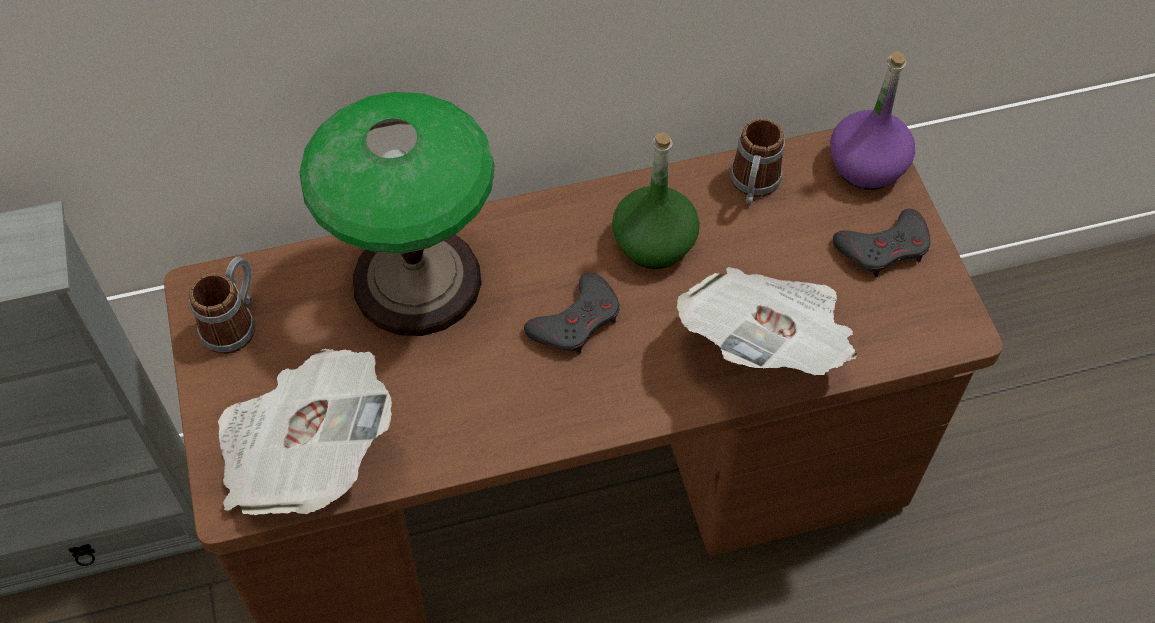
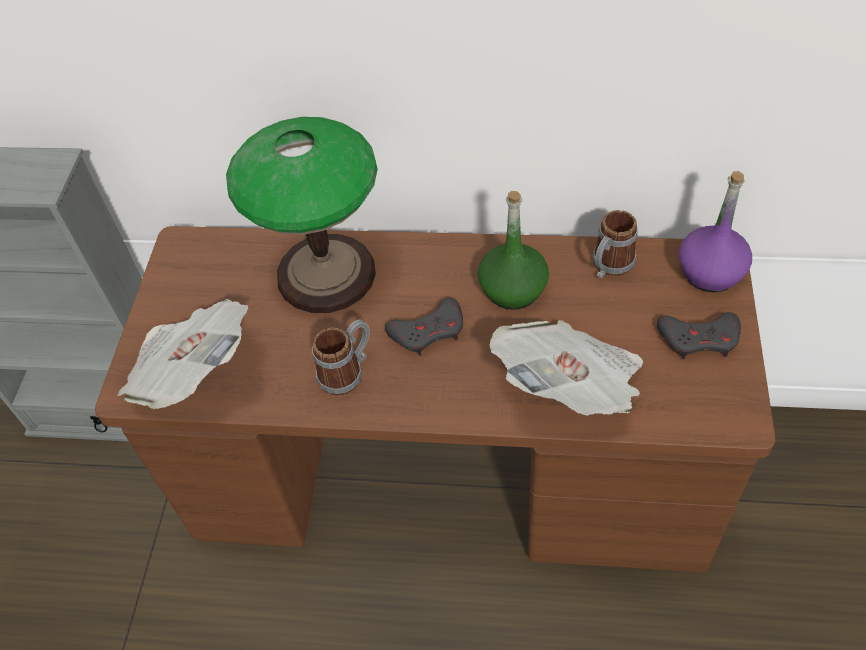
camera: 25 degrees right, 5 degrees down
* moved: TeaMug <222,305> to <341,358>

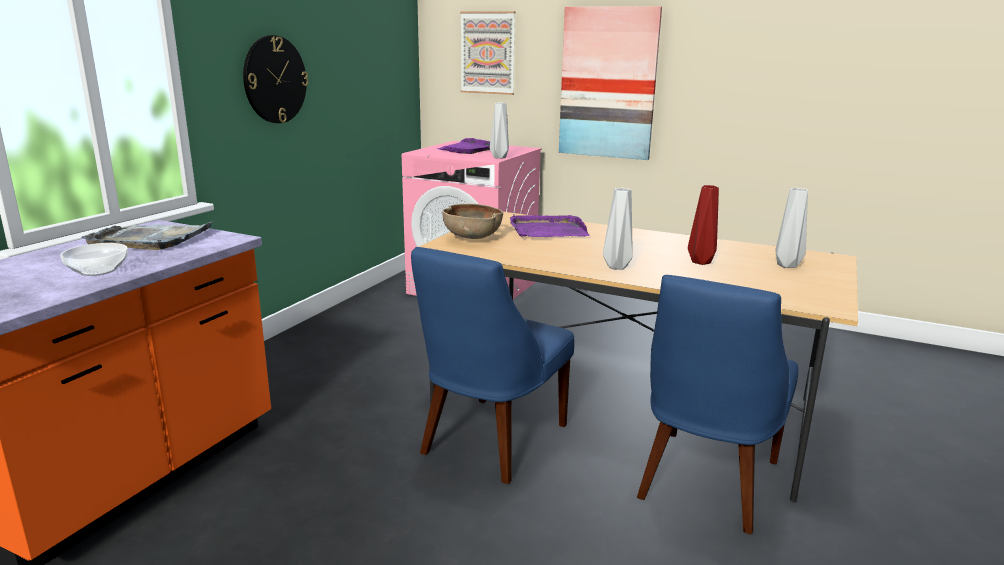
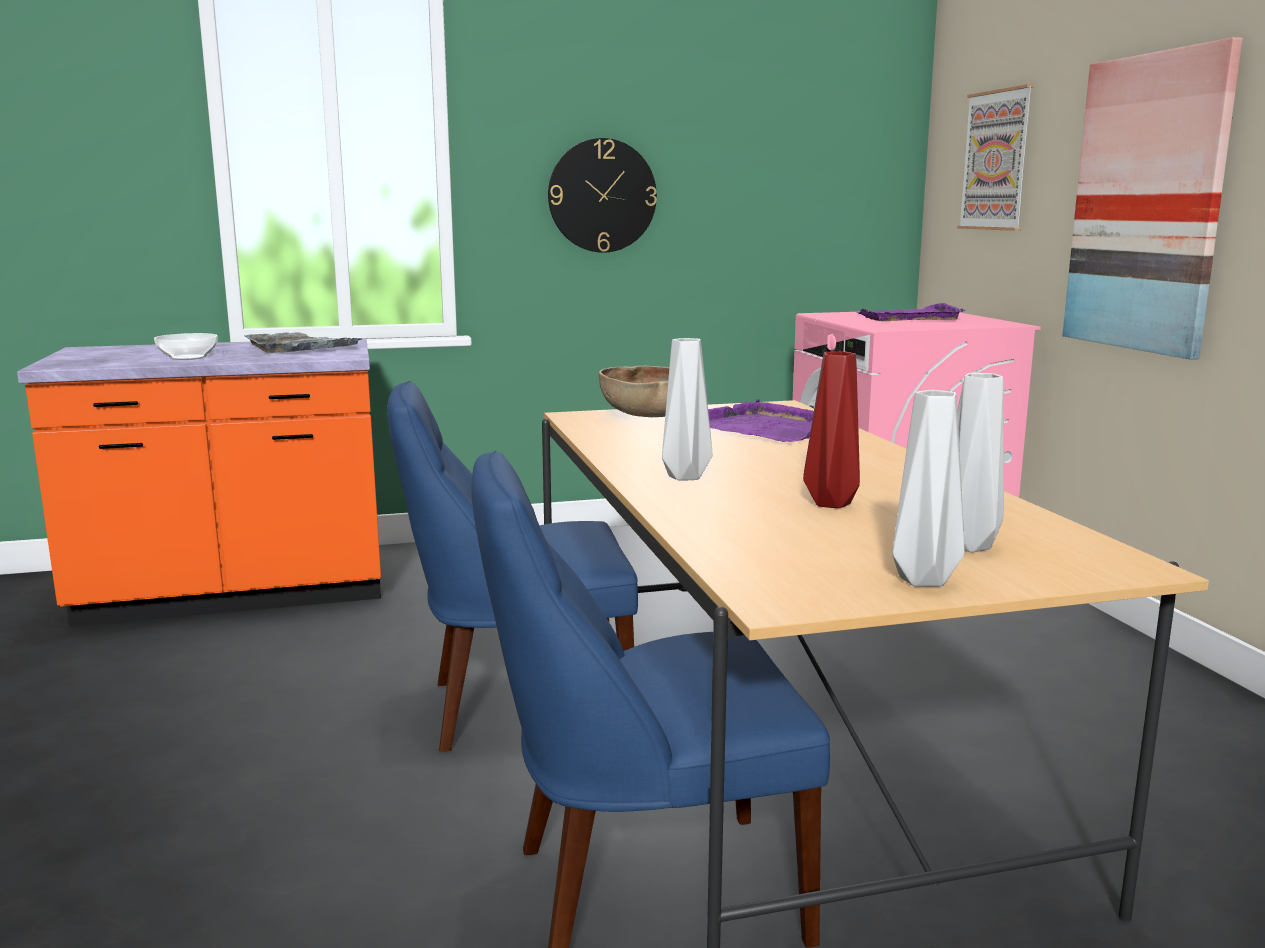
camera: 50 degrees right, 5 degrees down
* moved: GreyVase <499,131> to <928,488>

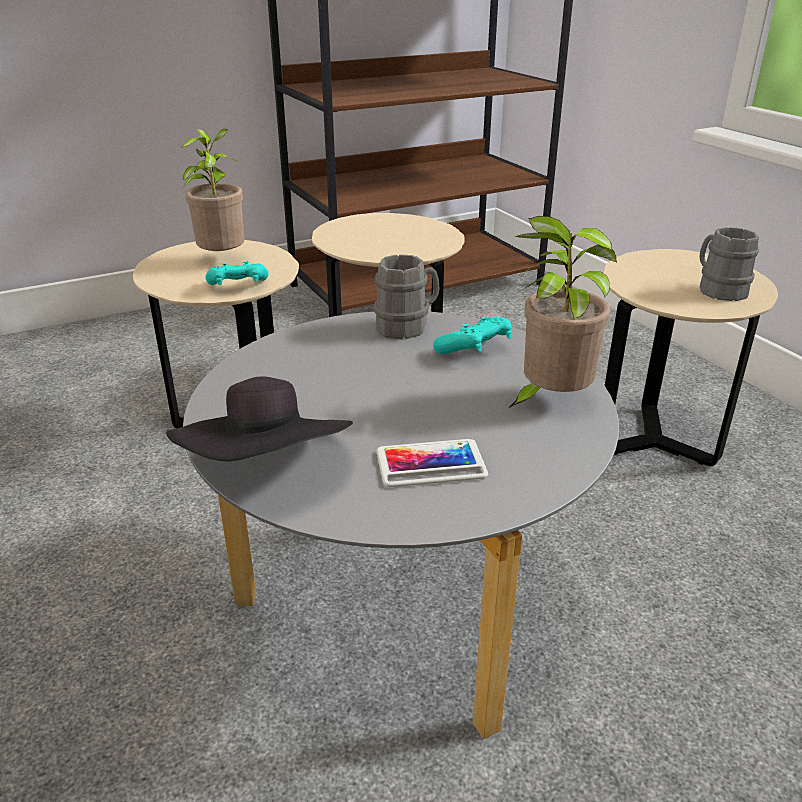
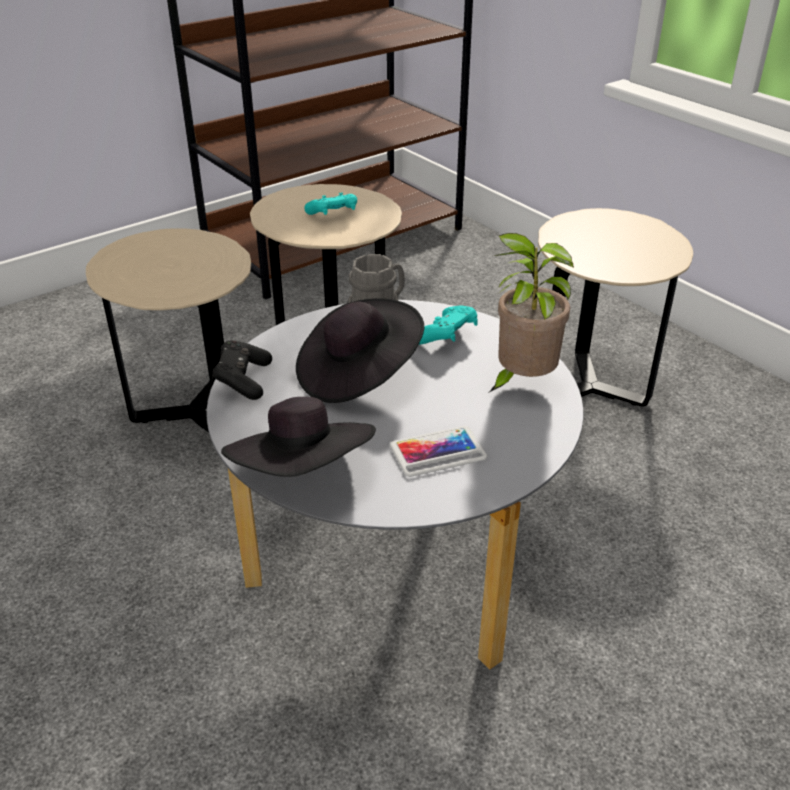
camera: 10 degrees left, 5 degrees up
* added: BlackishJoypad <242,370>
* added: BlackishClothingHat <360,350>
* moved: TurquoiseColouredJoypad <237,273> to <330,204>
* removed: PlantInAPot <212,190>
* removed: GreyTeaMug <729,264>

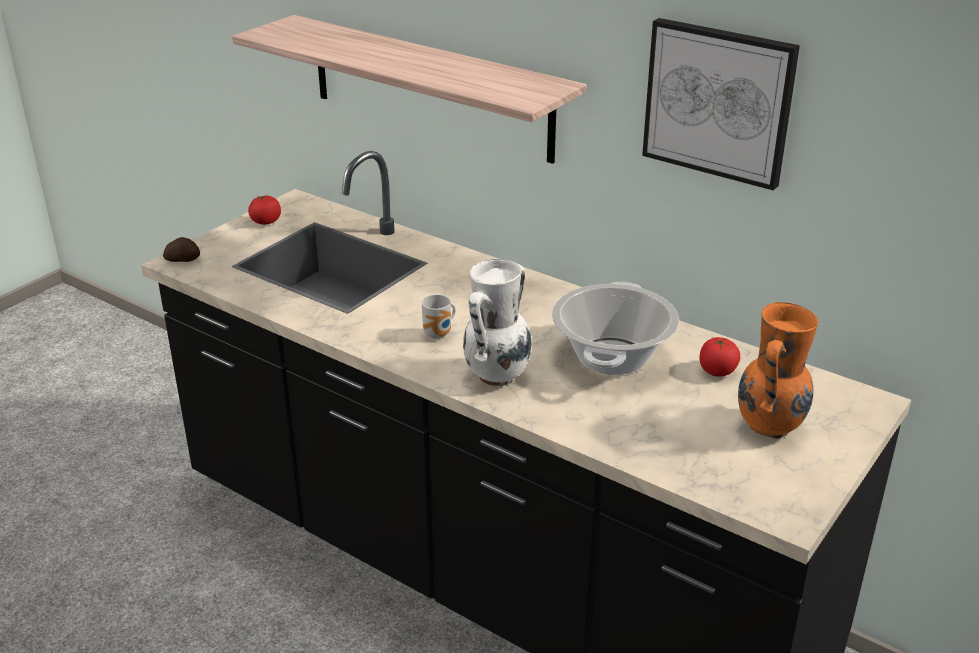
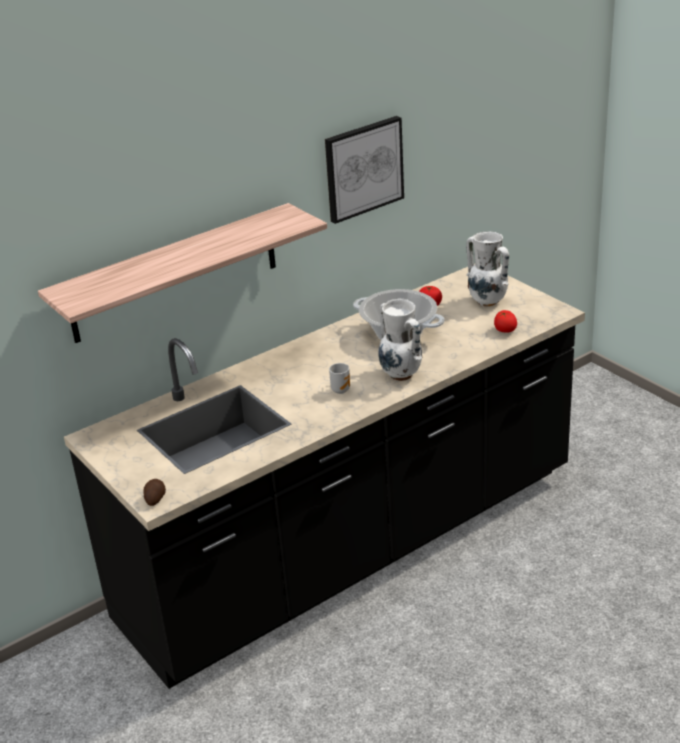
camera: 70 degrees left, 0 degrees up
* recoloured: OrangeColouredVase <778,370> to WhitishVase <487,269>
* moved: FreshTomato <264,210> to <505,321>

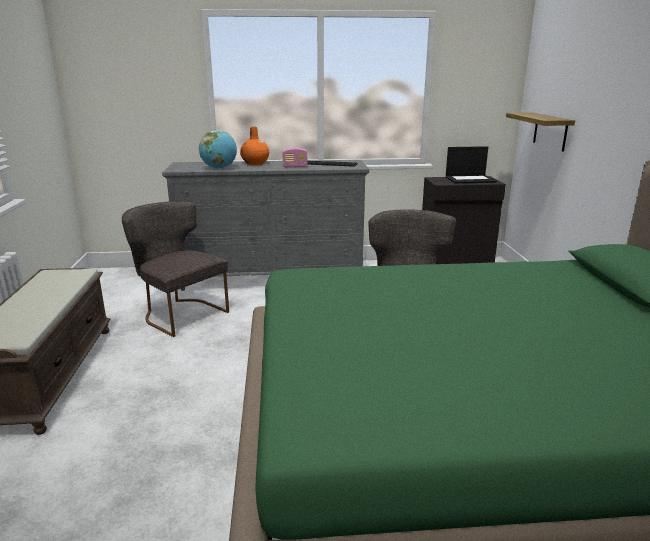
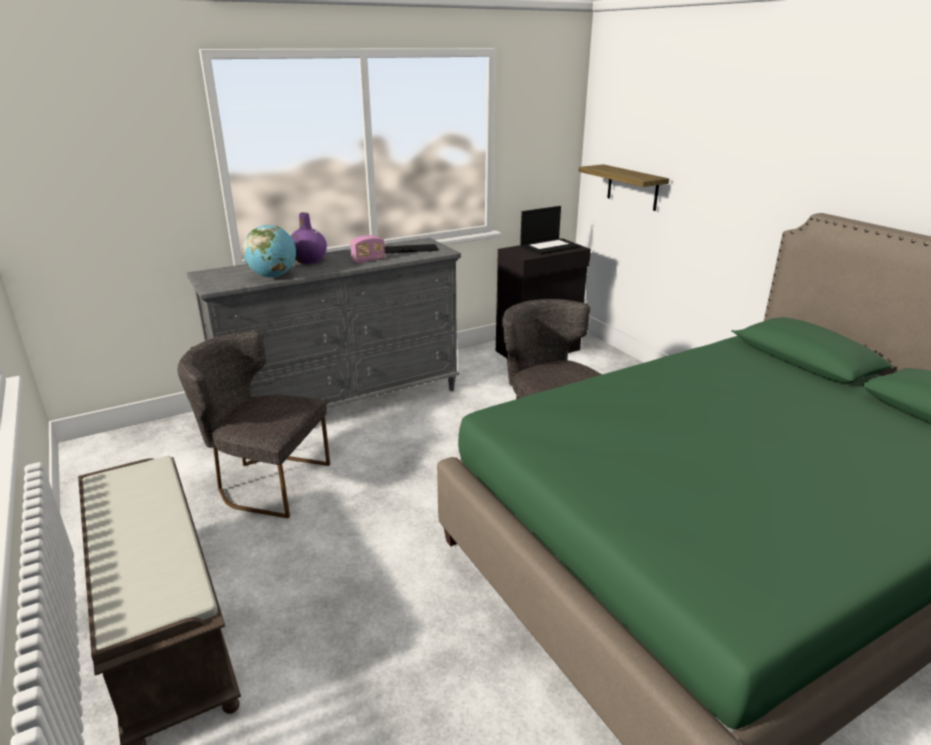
camera: 25 degrees left, 5 degrees up
* recoloured: OrangeColouredVase <254,146> to PurplishVase <309,238>

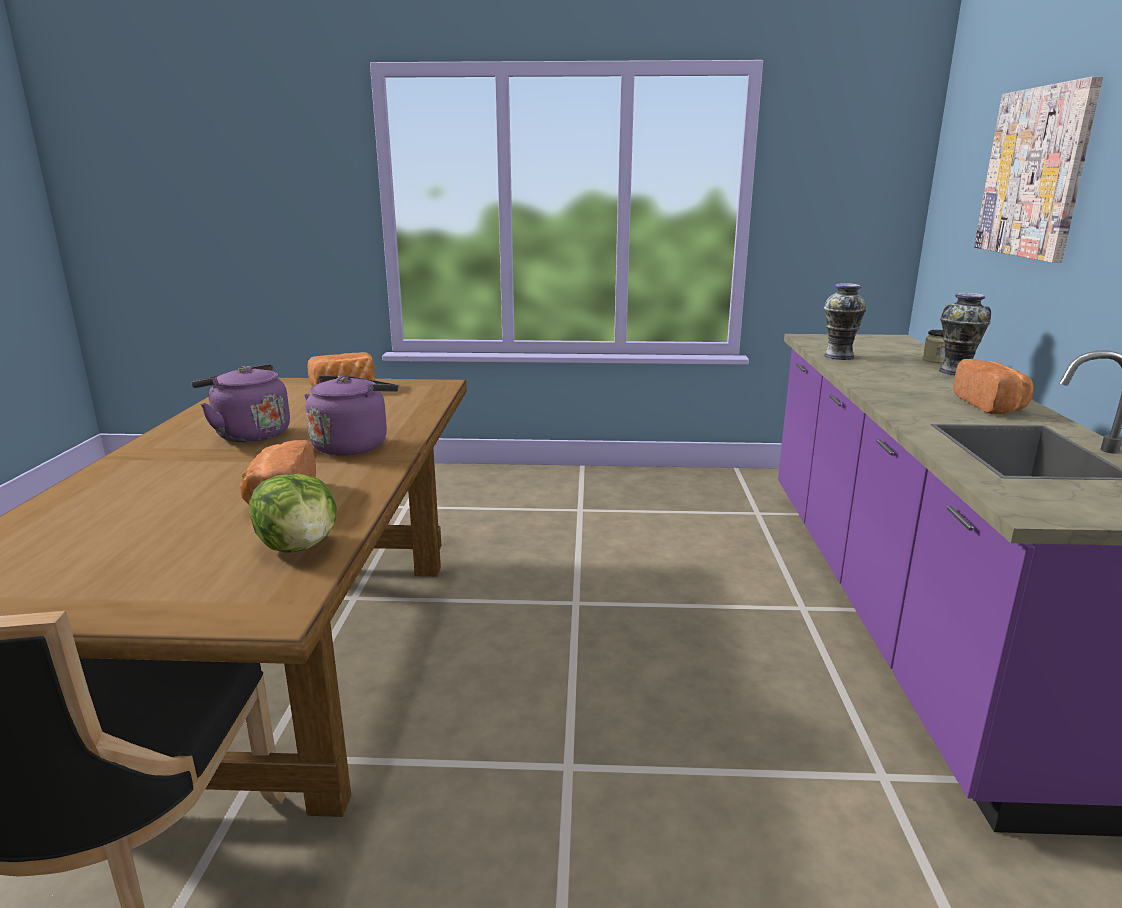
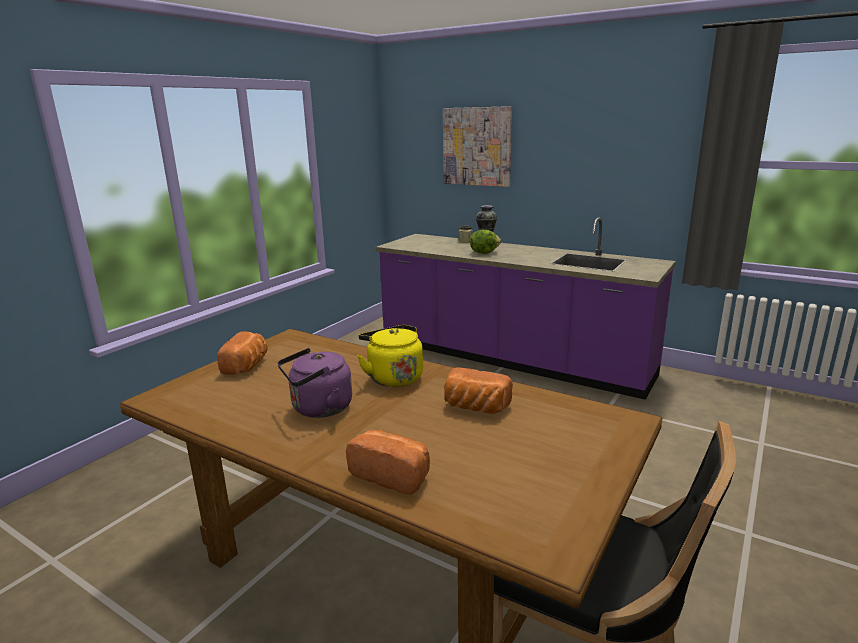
camera: 60 degrees left, 0 degrees up
* moved: BakedBread <993,386> to <388,462>
* recoloured: PurplishWaterKettle <351,415> to YellowColouredWaterKettle <390,356>
* moved: Lettuce <293,513> to <485,241>
* removed: Vase <845,321>

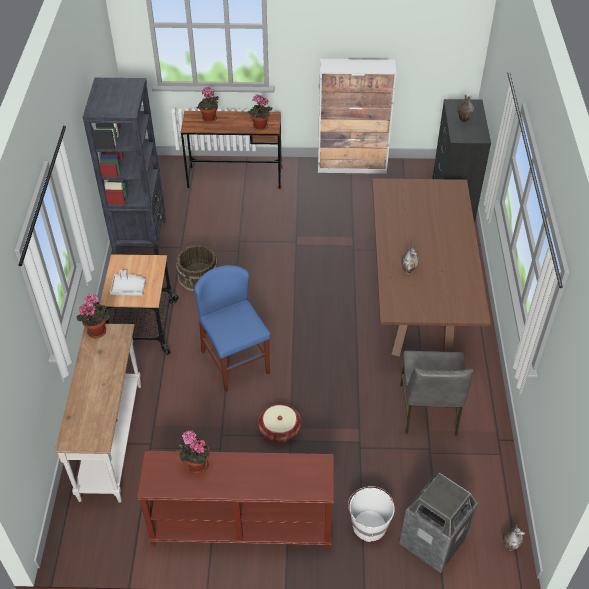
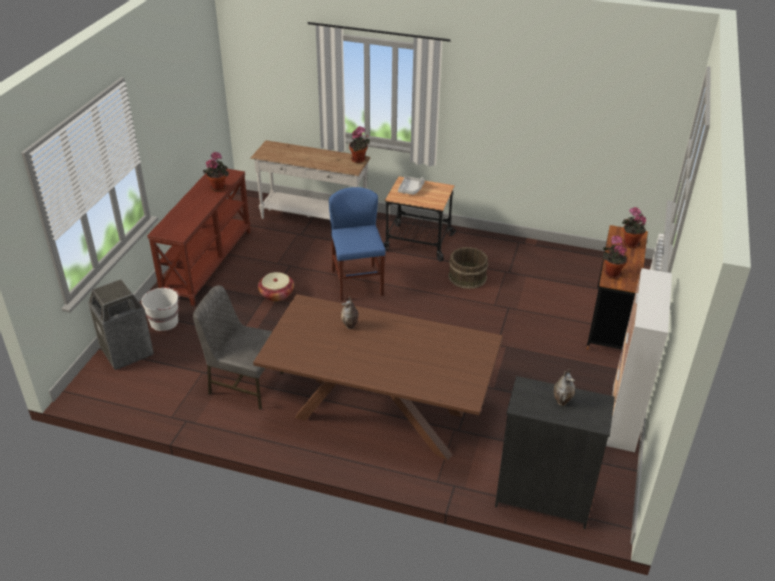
camera: 105 degrees right, 10 degrees down
* turned: BlueColouredUprightChair <232,328> = <357,244> 90 degrees counterclockwise
* removed: BlackishBookcase <124,166>
* removed: Vase <514,537>

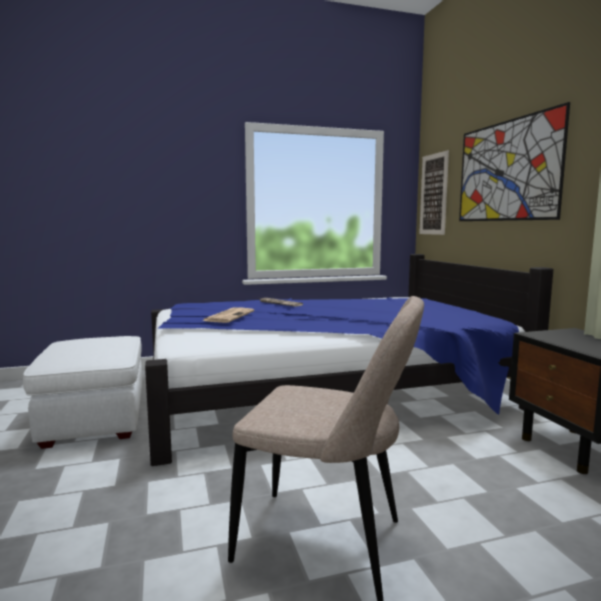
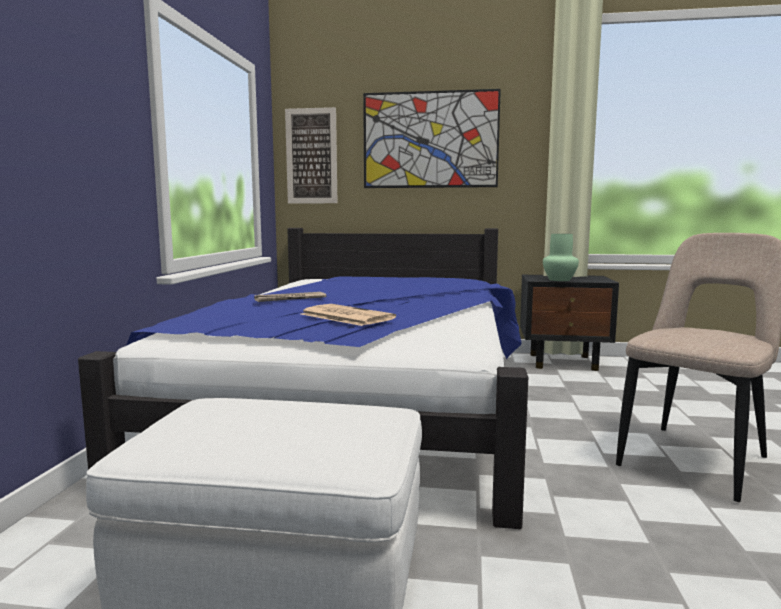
camera: 65 degrees left, 0 degrees up
* added: GreenVase <561,257>

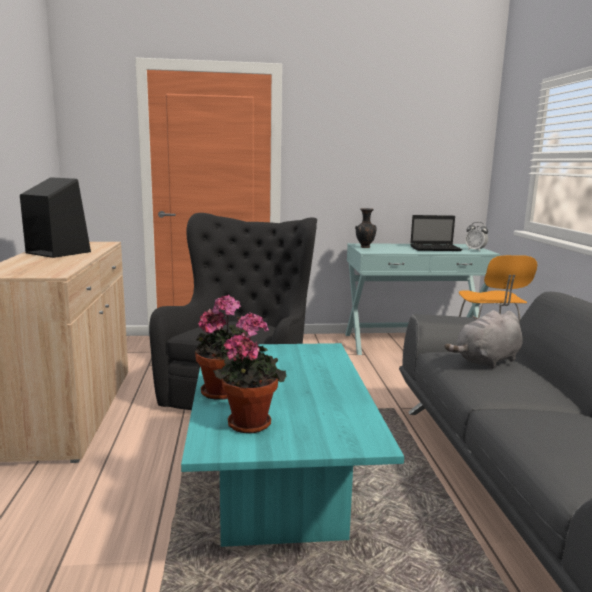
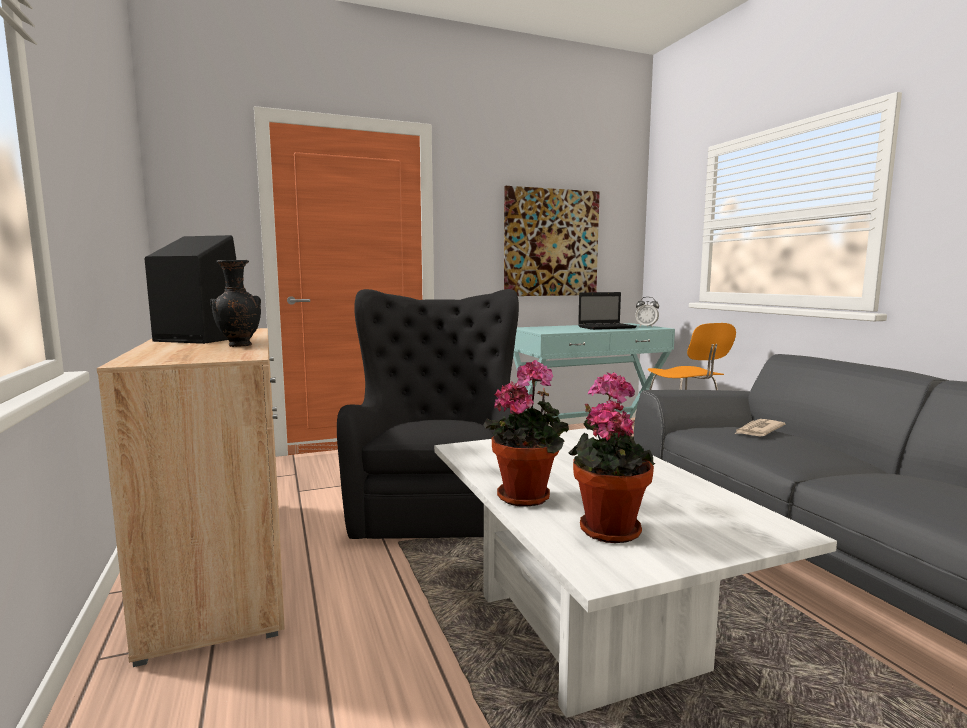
camera: 15 degrees left, 5 degrees down
* moved: BlackishVase <366,228> to <235,303>
* recoloured: TurquoiseColouredLoungeTable <292,445> to WhitishLoungeTable <635,573>
* added: Picture <552,241>
* replaced: GreyPlushToy <483,339> to Newspaper <760,428>

